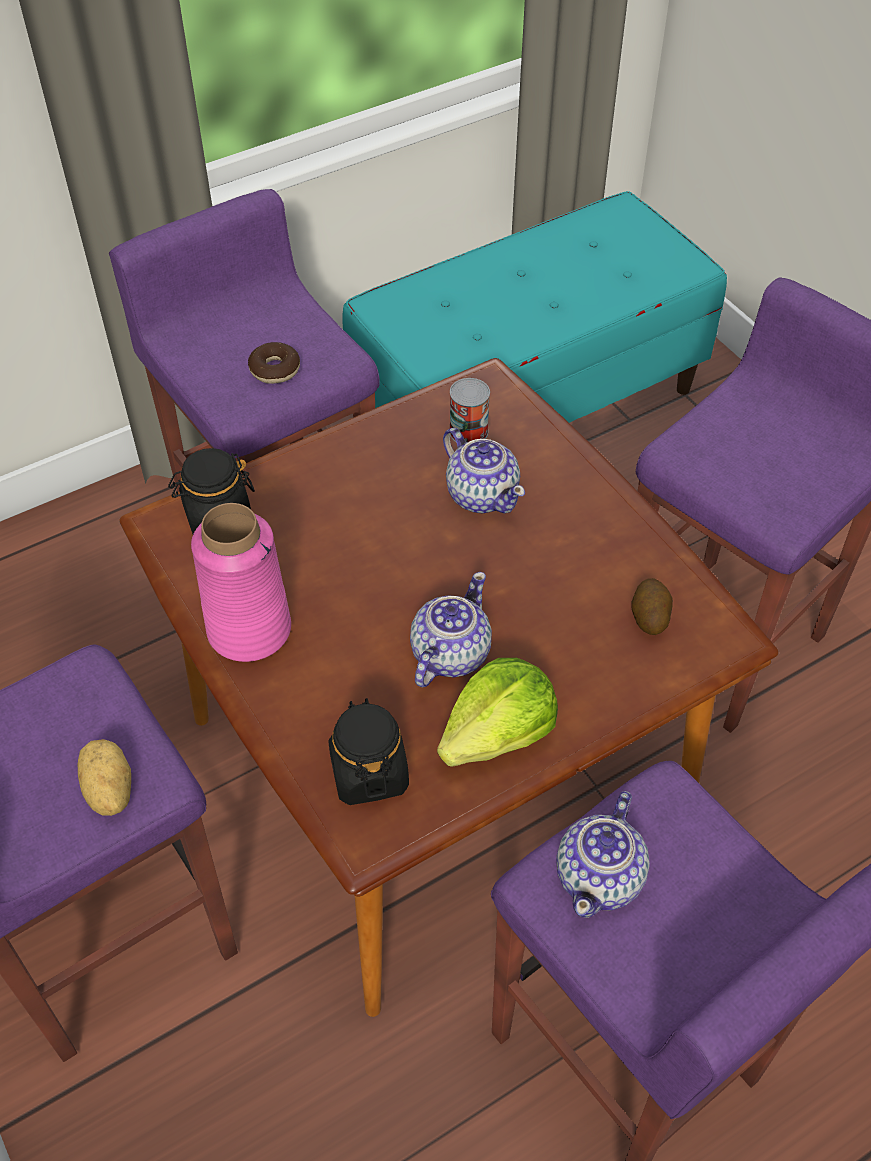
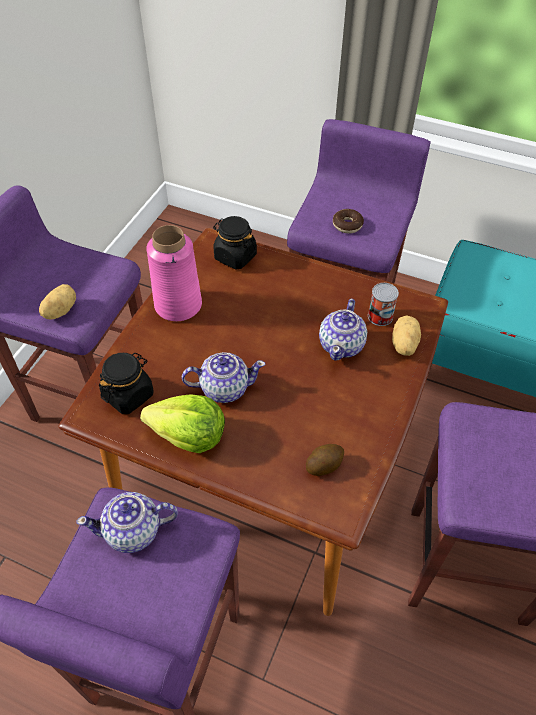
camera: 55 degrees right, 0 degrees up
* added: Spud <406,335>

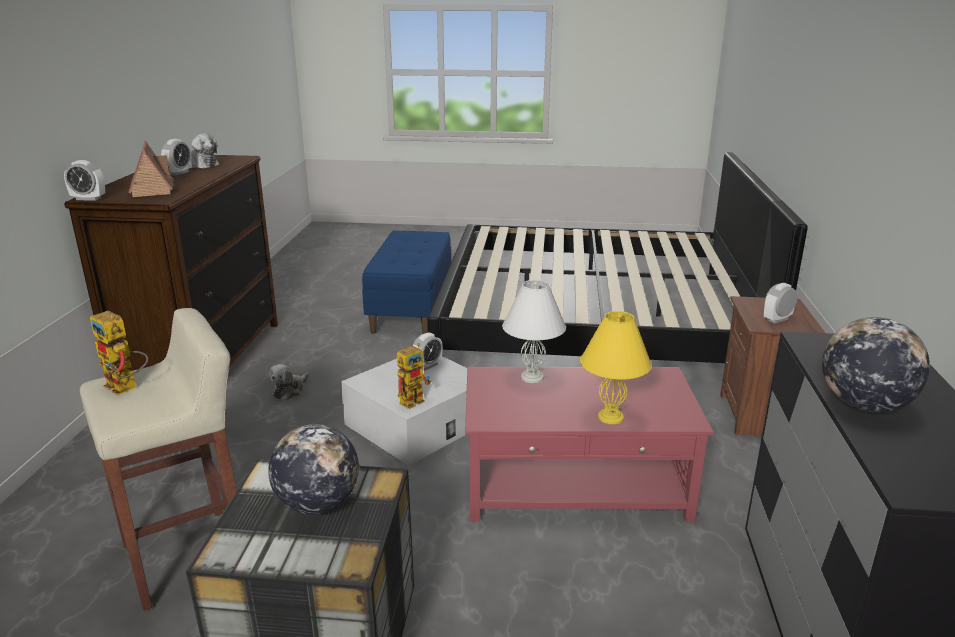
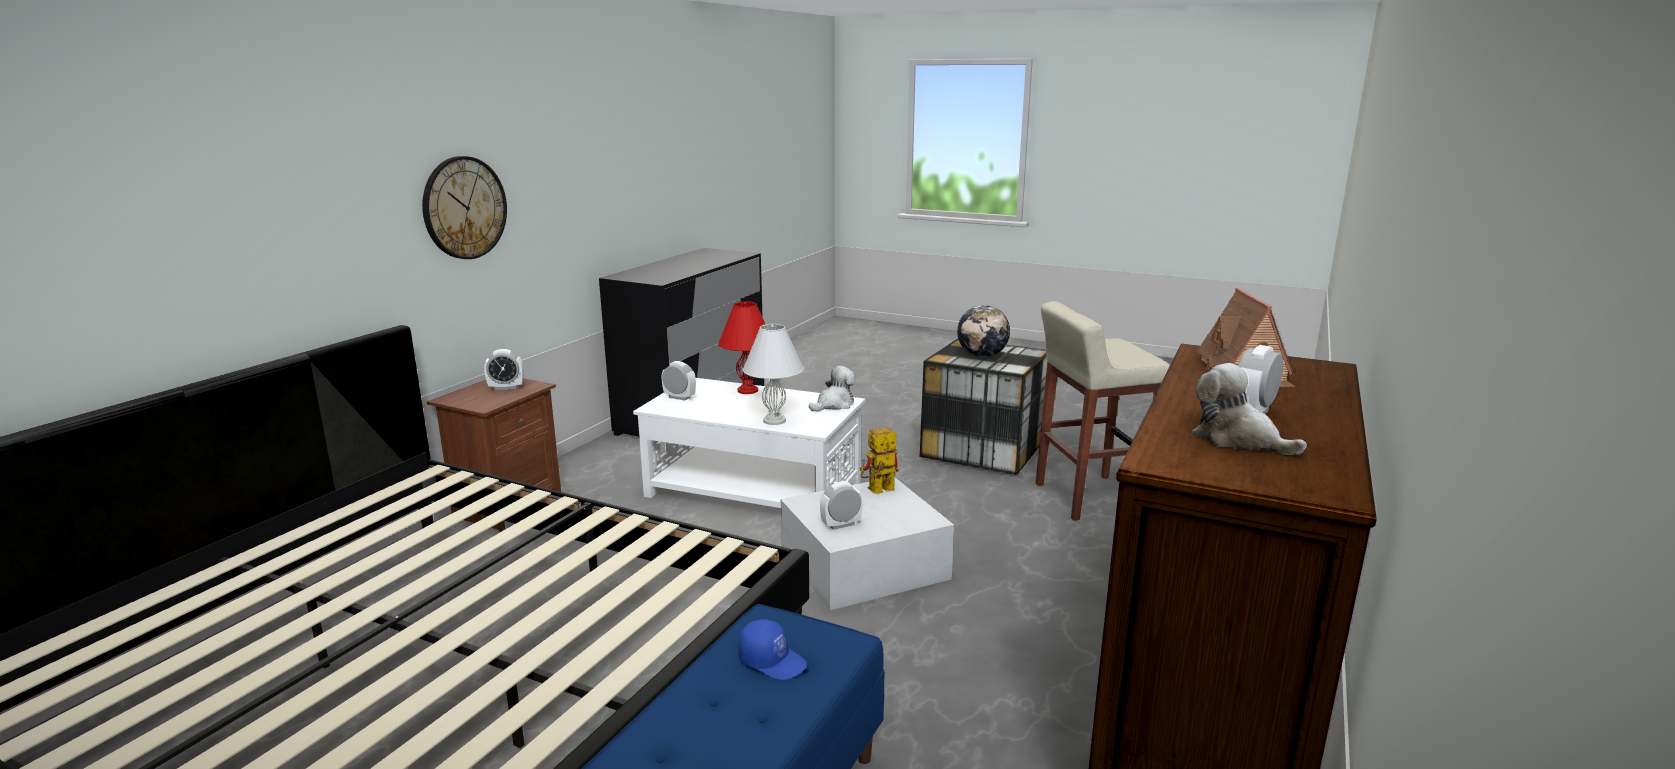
camera: 160 degrees left, 5 degrees down
* added: WallClock <464,207>
* recoloured: RedColouredLoungeTable <589,444> to WhitishLoungeTable <749,443>
* moved: AlarmClock <84,180> to <679,381>
* recoloured: YellowColouredTableLamp <616,367> to RedColouredTableLamp <741,347>
* added: BlueColouredCap <772,649>
* moved: PlushToy <289,382> to <832,388>
* removed: ModelRobot <119,352>
* removed: Globe <876,365>

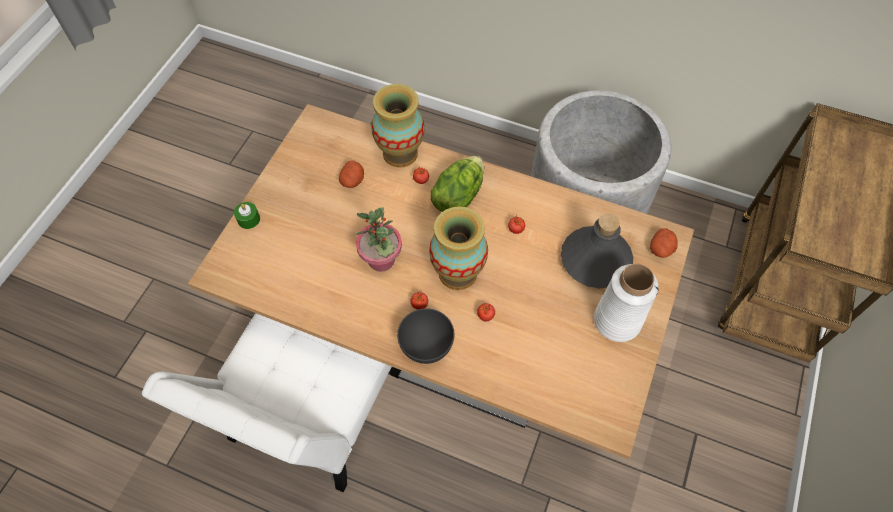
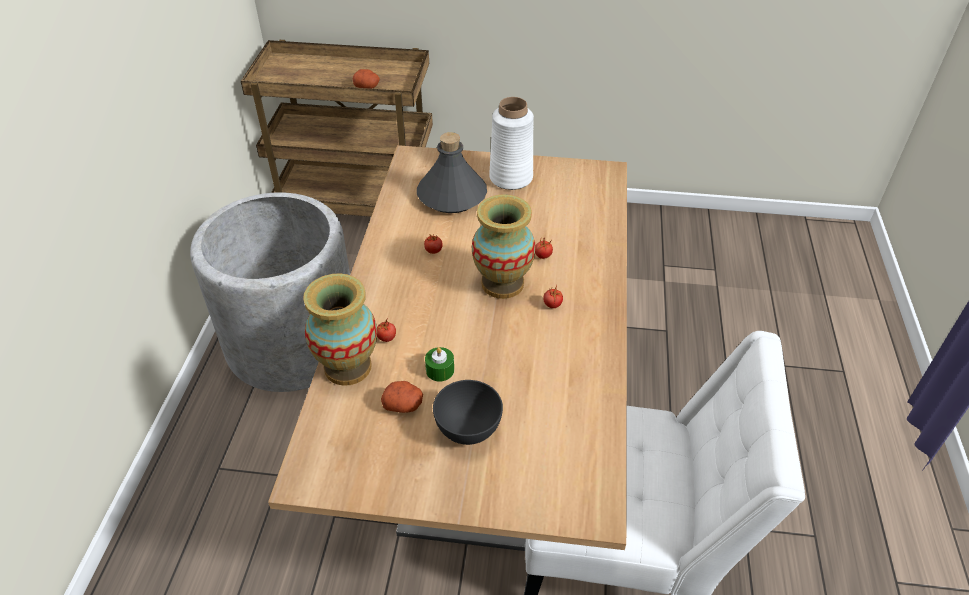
camera: 105 degrees left, 15 degrees down
* moved: Spud <663,243> to <366,79>
* moved: GreenWaxLight <247,215> to <439,364>
* moved: GreyServingBowl <425,336> to <468,412>
* removed: PlantInAPot <378,239>
* removed: Lettuce <457,184>

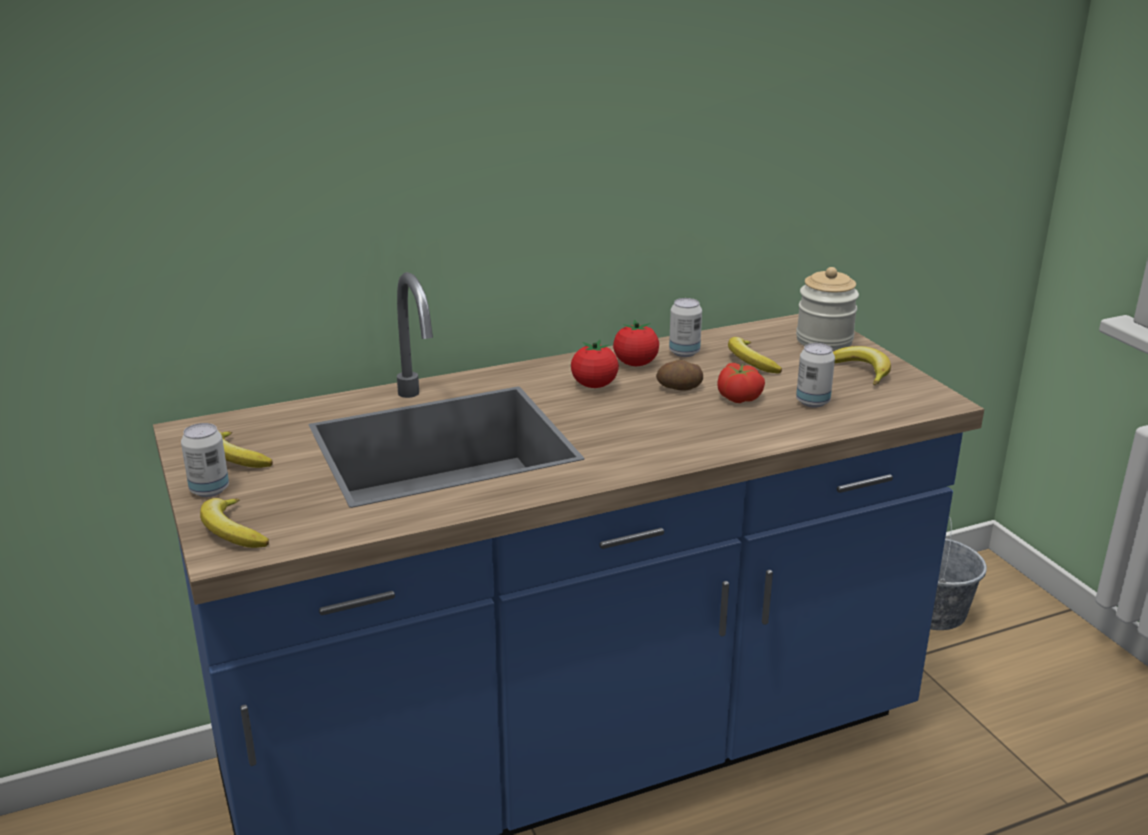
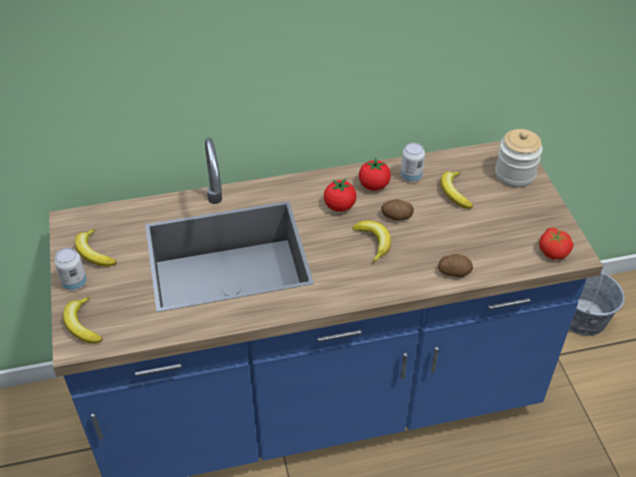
camera: 10 degrees right, 20 degrees up
* moved: WholeBanana <862,365> to <372,241>
* added: Spud <455,265>
* moved: FreshTomato <741,383> to <556,244>
* removed: MetalCan <815,375>

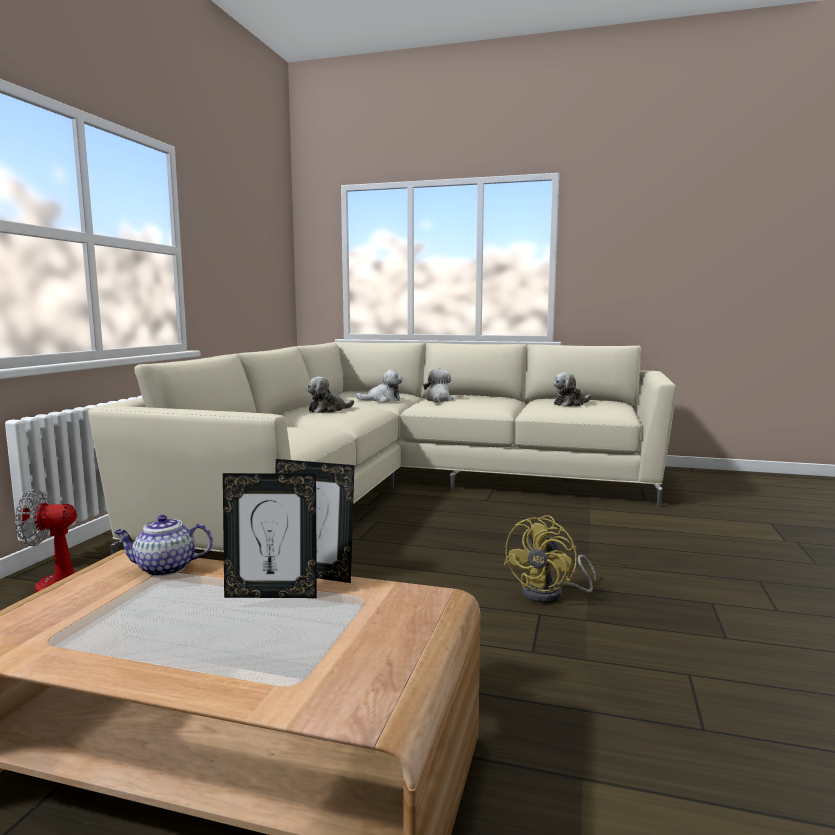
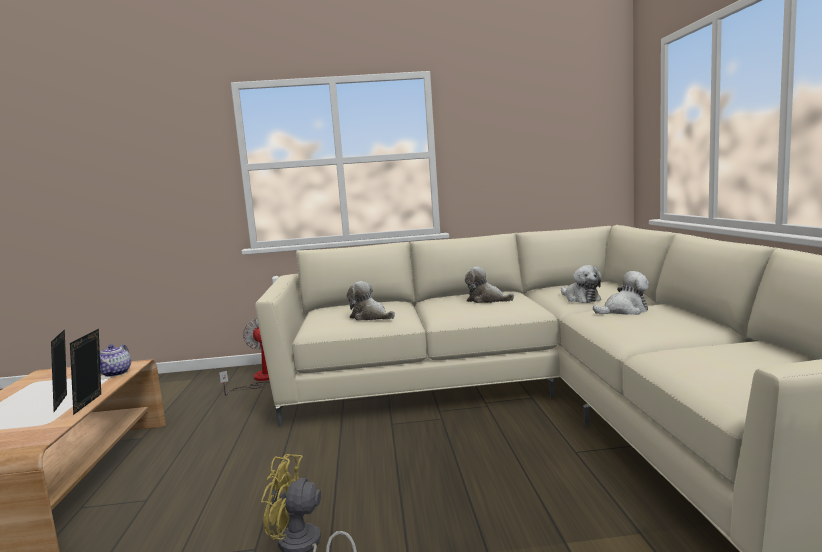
camera: 70 degrees right, 0 degrees up
* turned: PotForTea <163,545> = <115,360> 150 degrees counterclockwise
* moved: PlushToy <572,389> to <371,301>

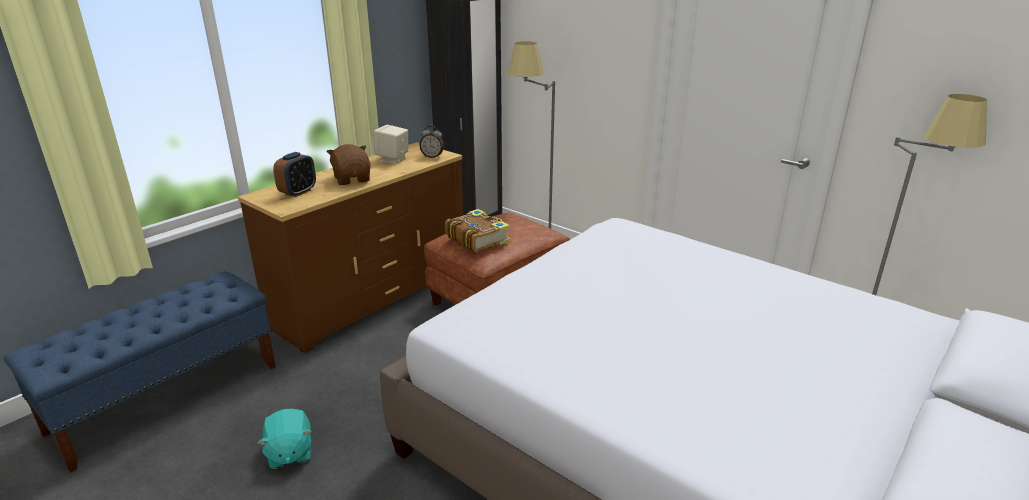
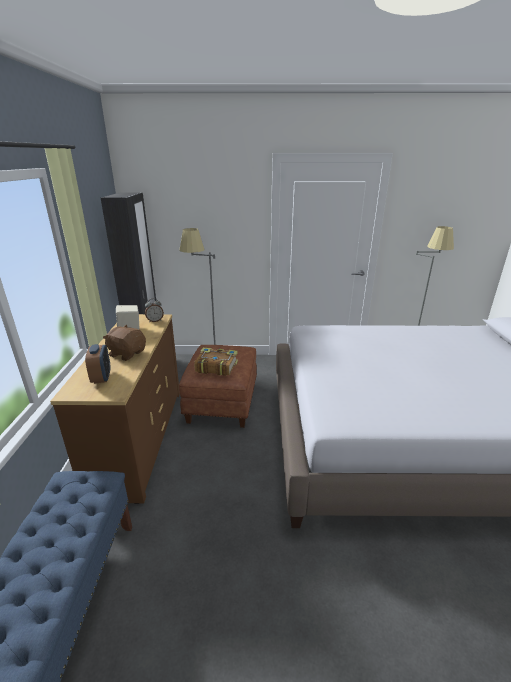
camera: 40 degrees left, 0 degrees up
* removed: TurquoiseColouredPlushToy <285,439>

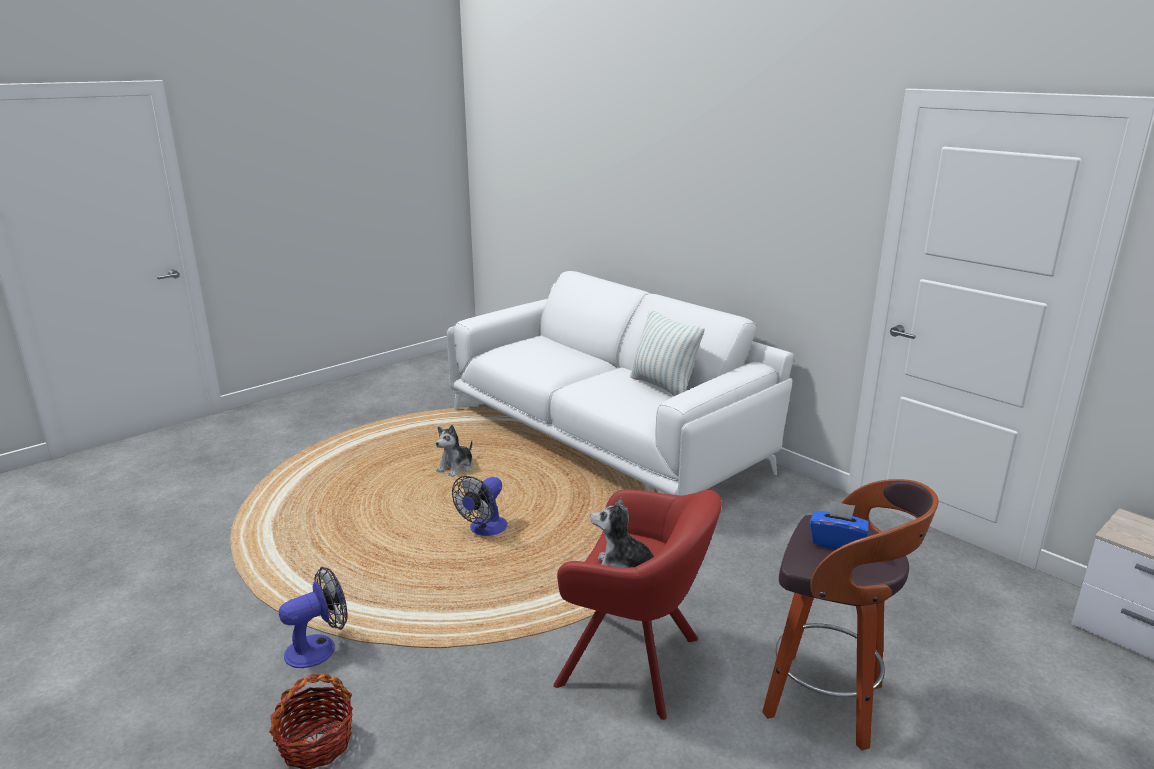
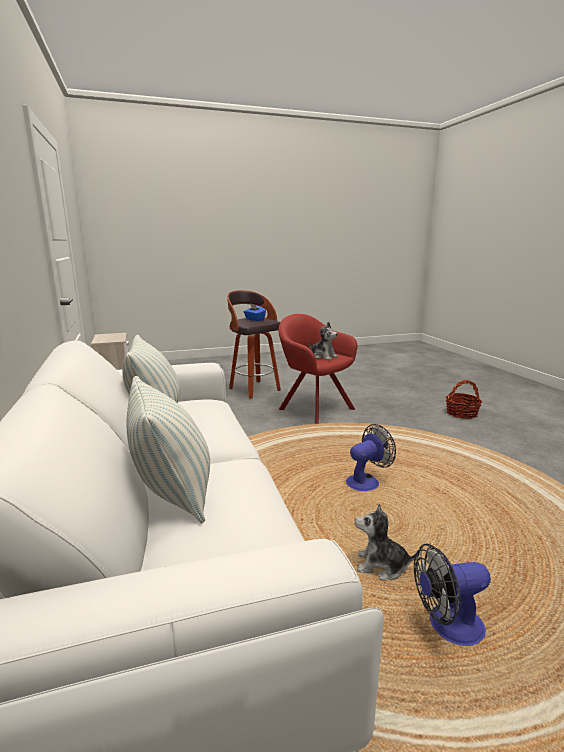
camera: 155 degrees left, 5 degrees down
* added: ThrowPillow <168,450>
* turned: PlushToy <454,451> = <387,542> 135 degrees counterclockwise
* moved: CoolingFan <313,617> to <452,594>

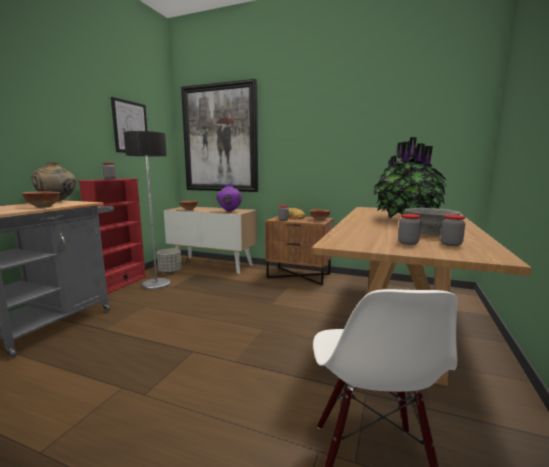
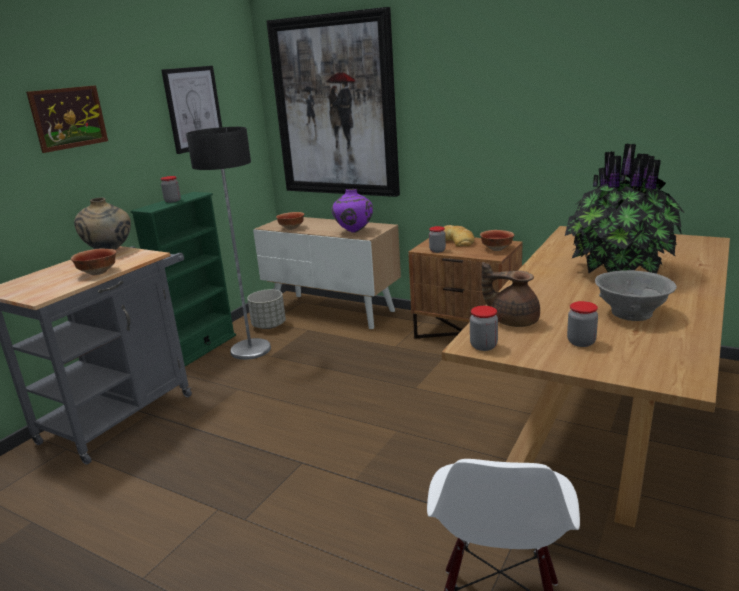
camera: 10 degrees right, 10 degrees up
* added: Picture <67,119>
* recoloured: RedColouredBookcase <112,236> to GreenBookcase <183,279>
* moved: StorageJar <453,230> to <484,328>
* added: BrownishPotForTea <510,294>

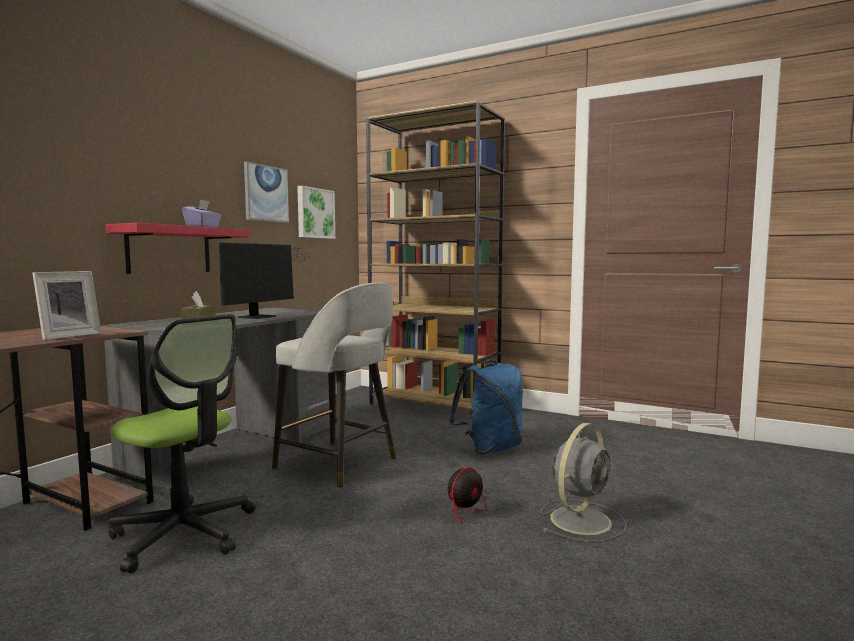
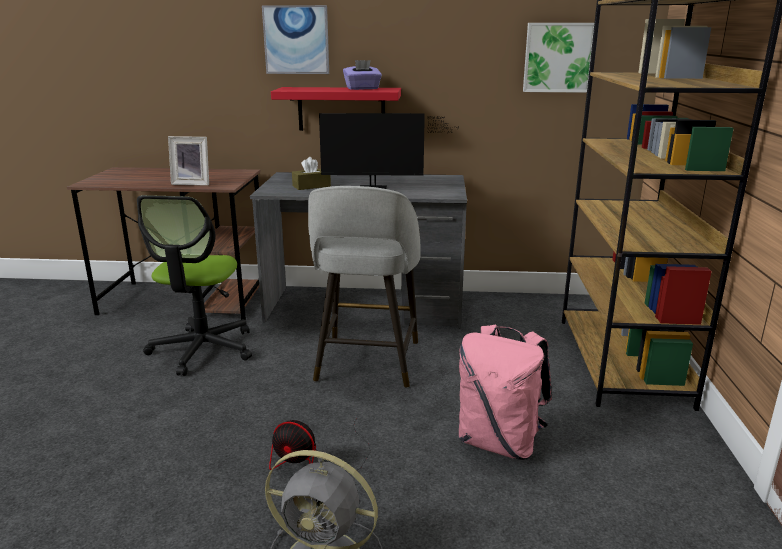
camera: 65 degrees right, 15 degrees up
* moved: Picture <266,192> to <295,39>
* recoloured: BlueColouredBackpack <486,407> to PinkBackpack <505,392>

